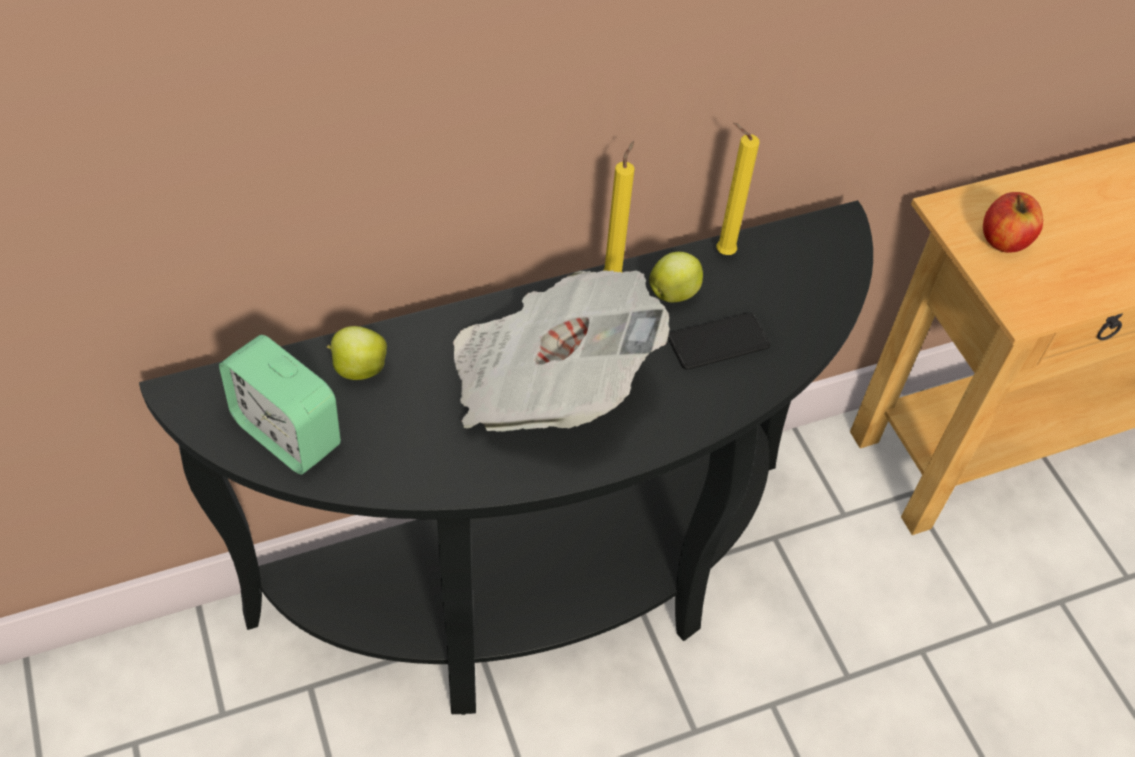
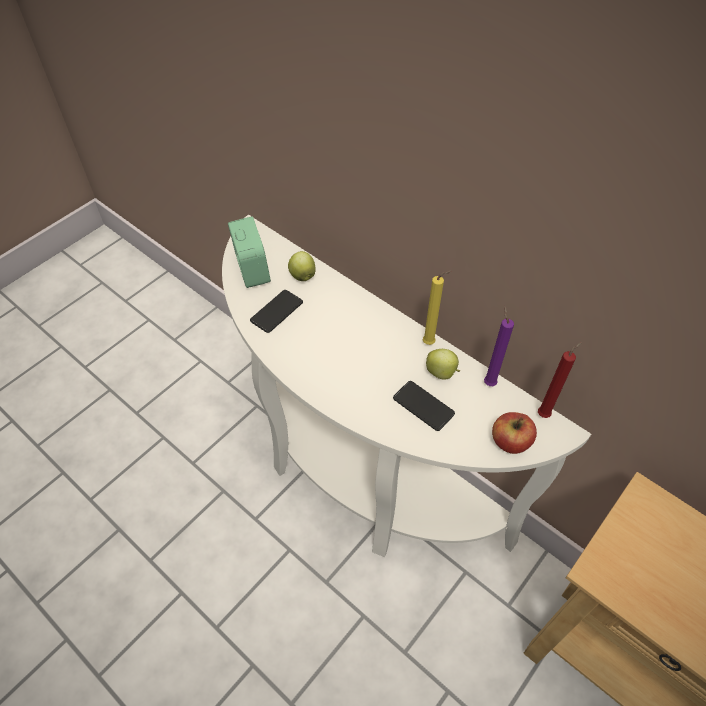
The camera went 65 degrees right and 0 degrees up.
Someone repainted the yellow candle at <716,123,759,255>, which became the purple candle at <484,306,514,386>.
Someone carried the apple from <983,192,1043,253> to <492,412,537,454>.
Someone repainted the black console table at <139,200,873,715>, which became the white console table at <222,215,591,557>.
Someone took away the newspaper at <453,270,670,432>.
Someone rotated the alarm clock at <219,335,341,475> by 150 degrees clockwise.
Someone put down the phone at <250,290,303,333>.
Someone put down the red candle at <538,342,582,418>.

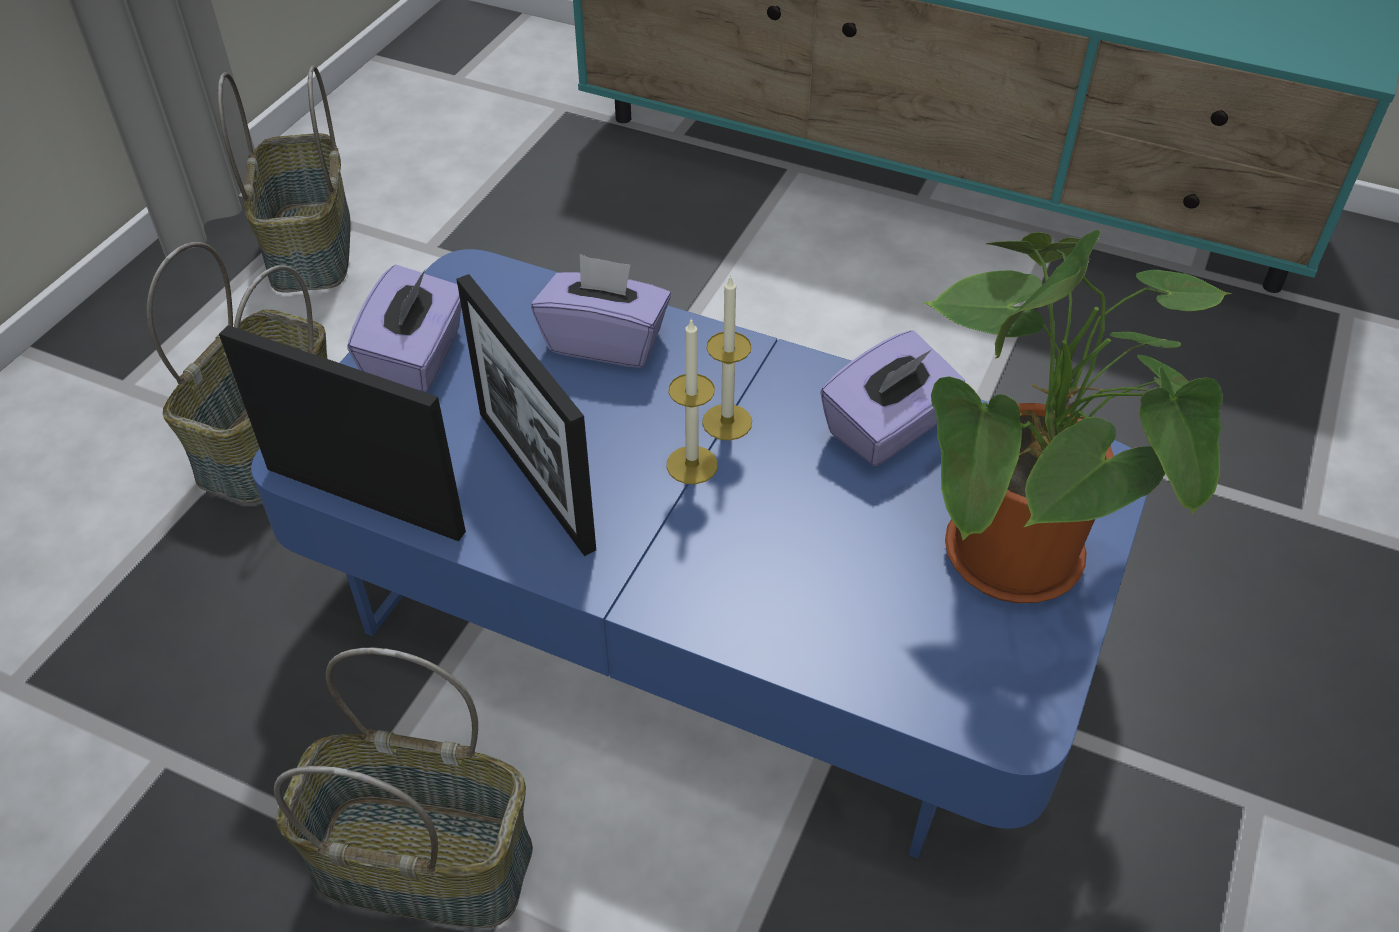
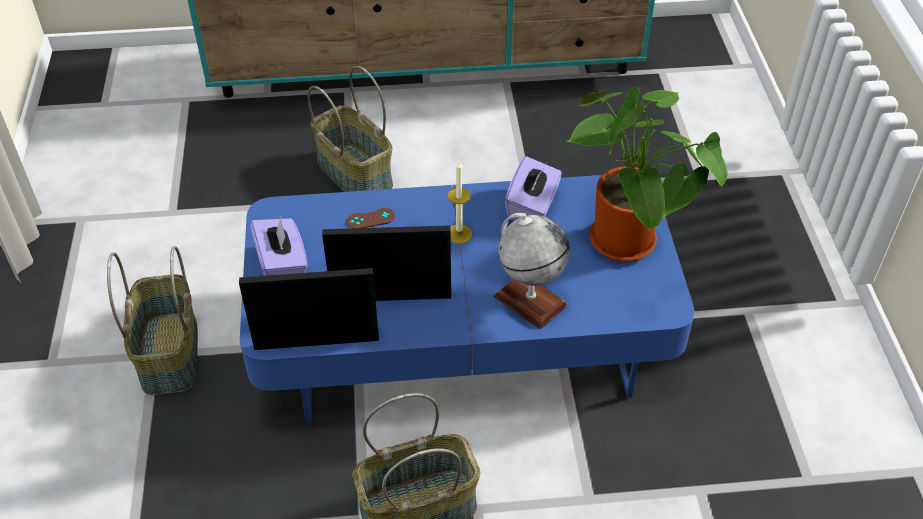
The camera went 30 degrees left and 0 degrees up.
Someone carried the basket from <218,66,351,293> to <308,66,393,192>.
Someone swapped the purple tissue box at <531,254,671,368> for the brown game controller at <347,208,395,228>.
Someone rotated the picture frame at <457,274,596,556> by 150 degrees clockwise.
Someone took away the candle at <666,318,718,484>.
Someone put down the globe at <494,213,570,329>.

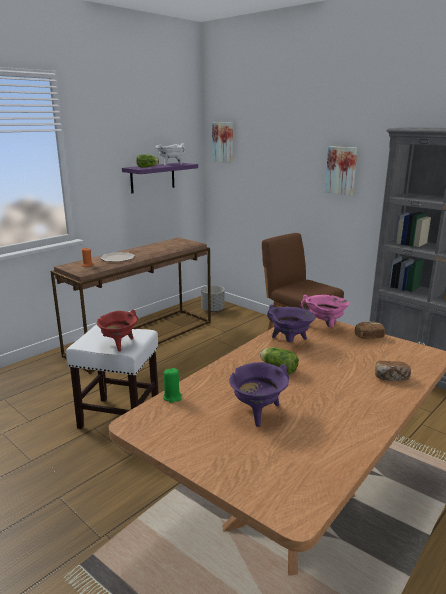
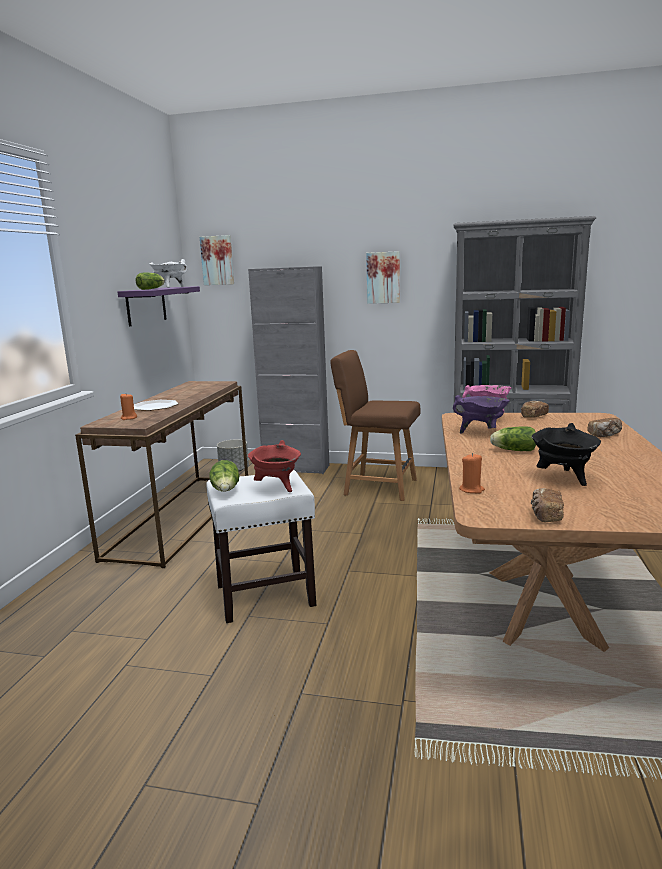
The camera went 30 degrees left and 5 degrees down.
Someone repainted the purple cooking pot at <229,362,289,427>, which became the black cooking pot at <531,423,601,486>.
Someone repainted the green candle at <163,368,182,403>, which became the orange candle at <459,453,485,494>.
Someone put down the grey cabinet at <248,266,329,474>.
Someone put down the lettuce at <209,460,239,492>.
Someone put down the bread at <531,488,564,522>.

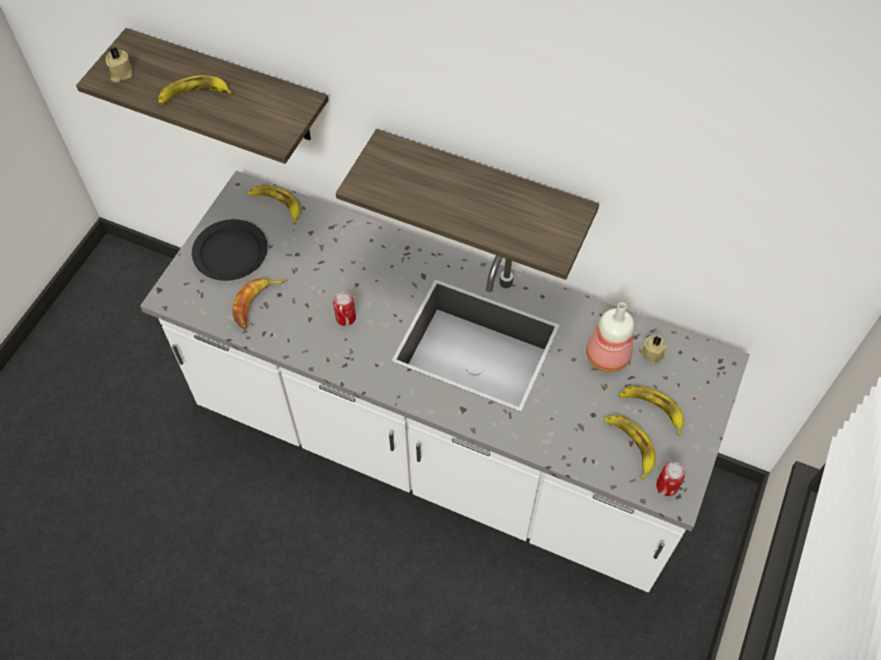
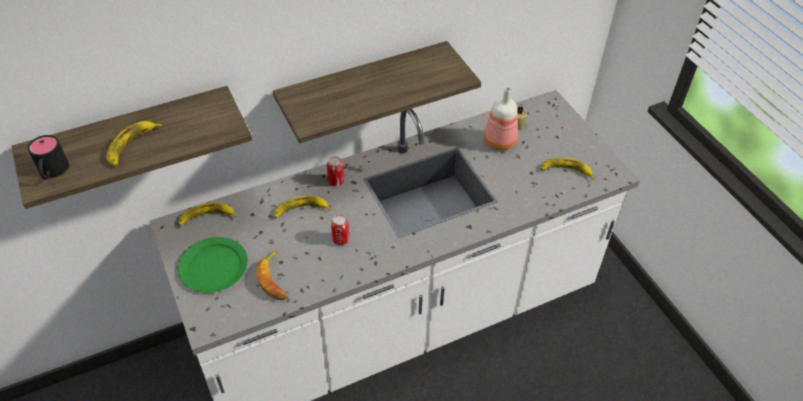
The camera went 50 degrees left and 10 degrees down.
Someone swapped the beige candle at <106,47,132,83> for the black mug at <28,135,69,180>.
Someone repainted the black plate at <192,219,268,281>, which became the green plate at <178,237,248,293>.
Someone carried the banana from <619,386,684,436> to <274,195,331,218>.
Someone carried the can from <656,462,685,496> to <327,156,344,186>.

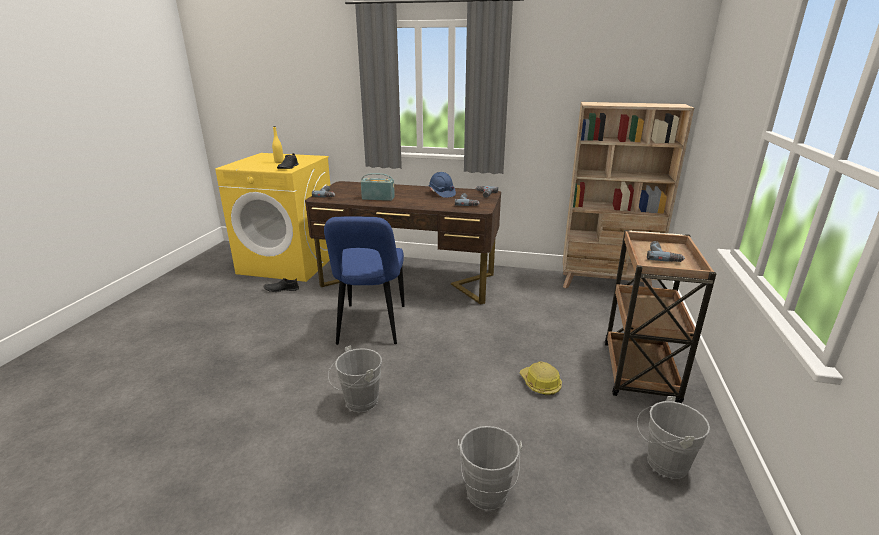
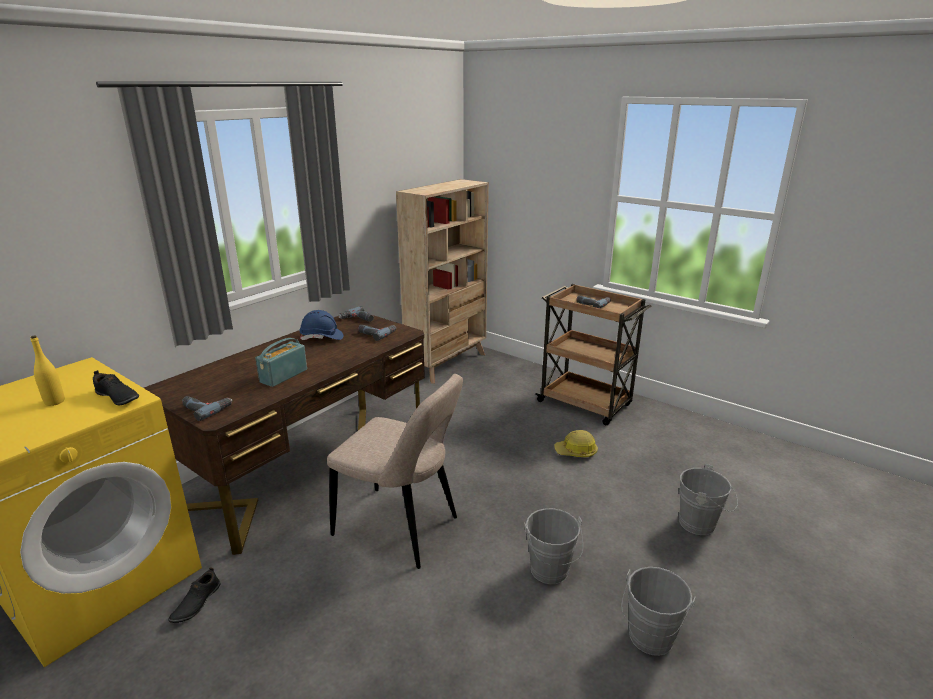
The camera went 65 degrees left and 0 degrees up.
Someone repainted the blue chair at <324,216,405,345>, which became the beige chair at <327,374,463,569>.
Someone carried the grey bucket from <637,396,710,479> to <621,567,696,656>.

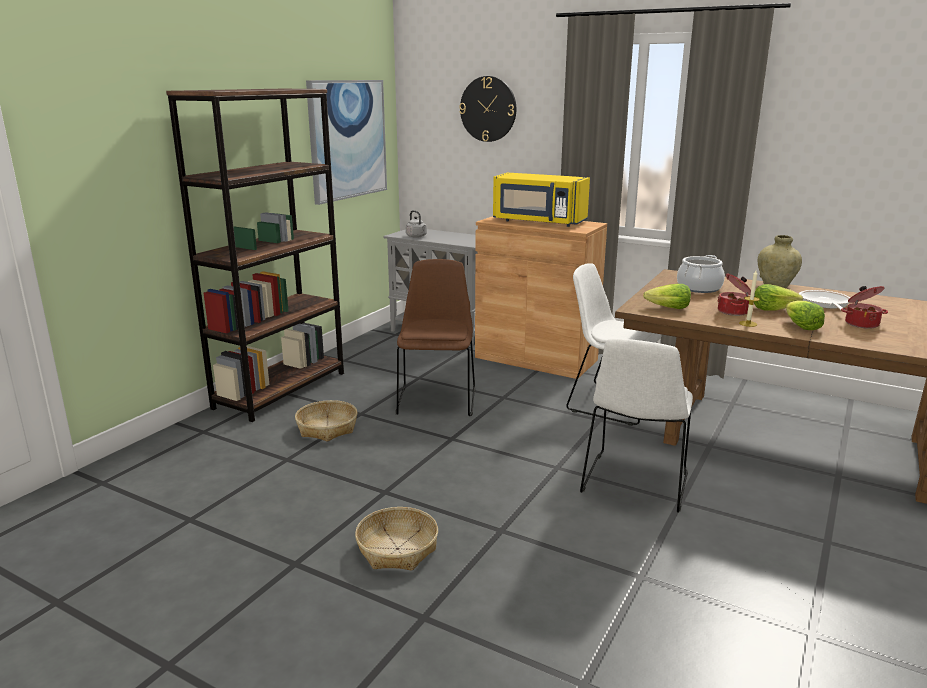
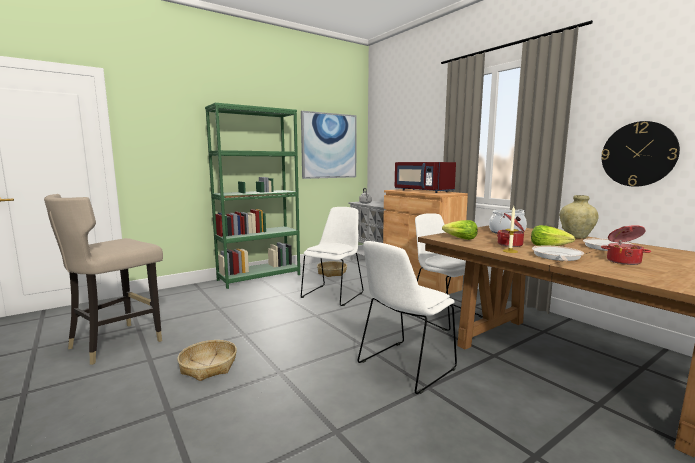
The camera went 25 degrees right and 10 degrees down.
Someone carried the wall clock from <459,76,516,142> to <601,121,680,187>.
Someone repainted the brown bookcase at <166,89,344,422>, which became the green bookcase at <205,103,300,289>.
Someone repainted the yellow microwave at <493,173,590,227>, which became the red microwave at <395,162,456,193>.
Someone repainted the brown chair at <395,259,475,416>, which became the white chair at <301,207,363,306>.
Someone swapped the lettuce at <786,301,825,330> for the frying pan at <532,245,584,261>.
Someone carried the basket from <295,400,357,442> to <317,261,347,277>.
Someone put down the beige stool at <44,194,163,365>.

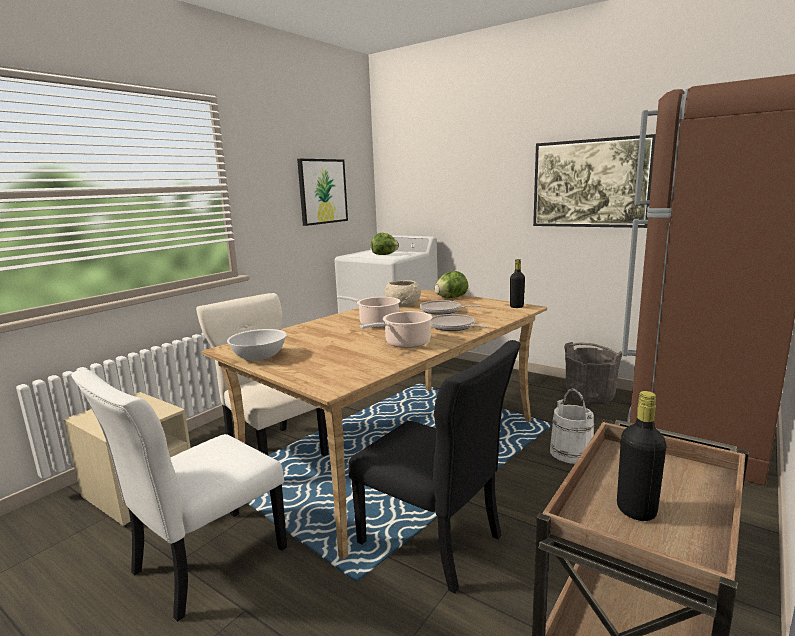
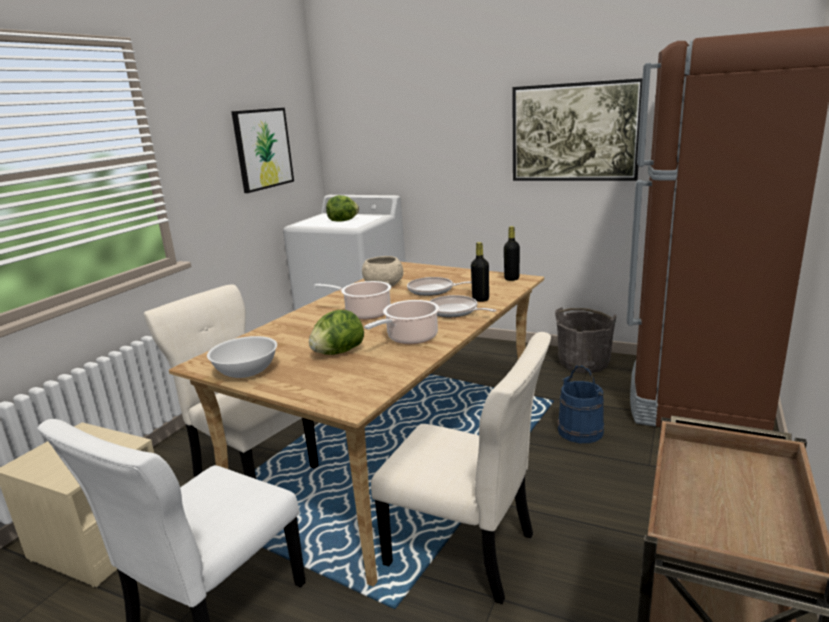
The camera went 10 degrees left and 5 degrees up.
Someone carried the lettuce from <435,271,468,298> to <309,310,364,355>.
Someone repainted the black chair at <348,340,521,594>, which became the beige chair at <371,332,551,604>.
Someone repainted the white bucket at <550,389,594,464>, which became the blue bucket at <557,365,604,443>.
Someone carried the black bottle from <617,391,666,521> to <471,242,489,302>.

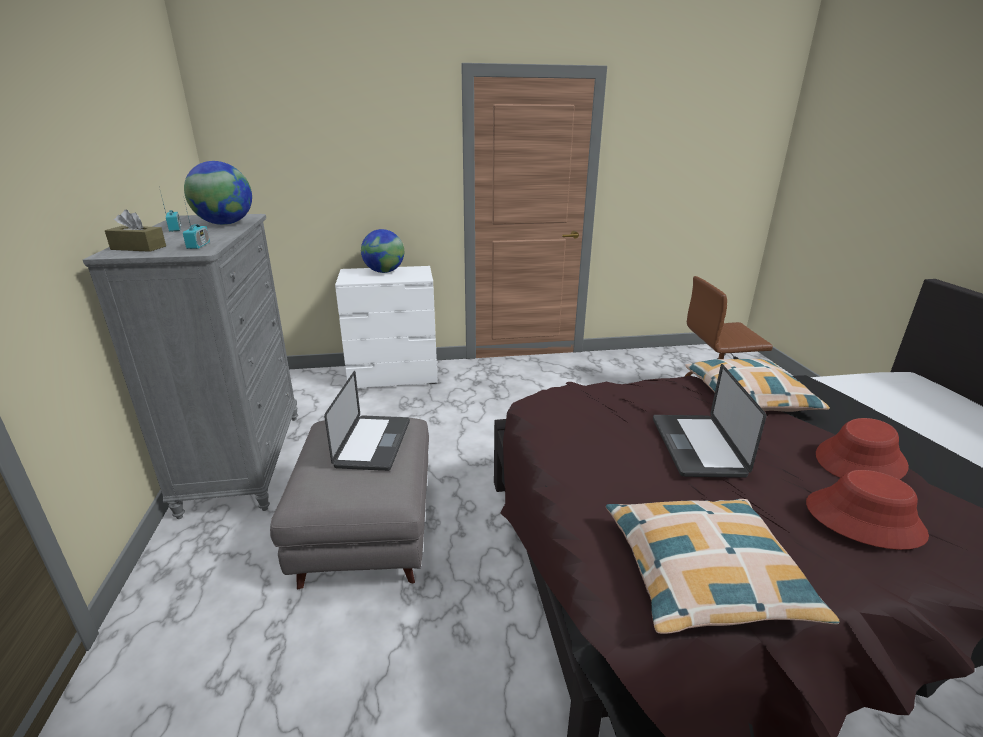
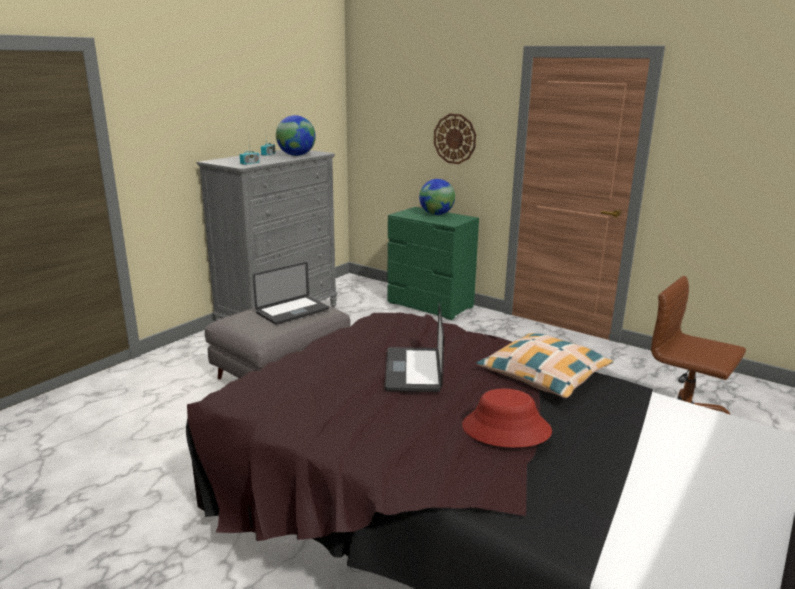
The camera went 45 degrees right and 5 degrees down.
Someone took away the brown tissue box at <105,209,166,252>.
Someone repainted the white dresser at <335,266,438,388>, which became the green dresser at <387,207,479,320>.
Someone rotated the laptop at <653,364,766,478> by 45 degrees counterclockwise.
Someone took away the red hat at <806,470,929,550>.
Someone took away the pillow at <606,499,840,634>.
Someone put up the wall clock at <434,114,476,164>.

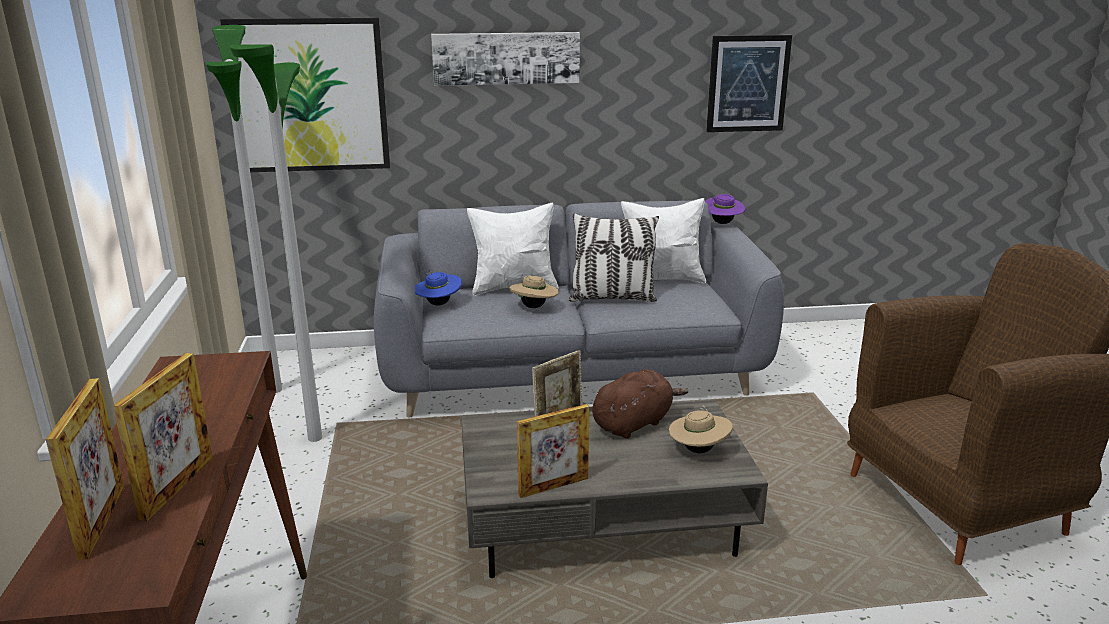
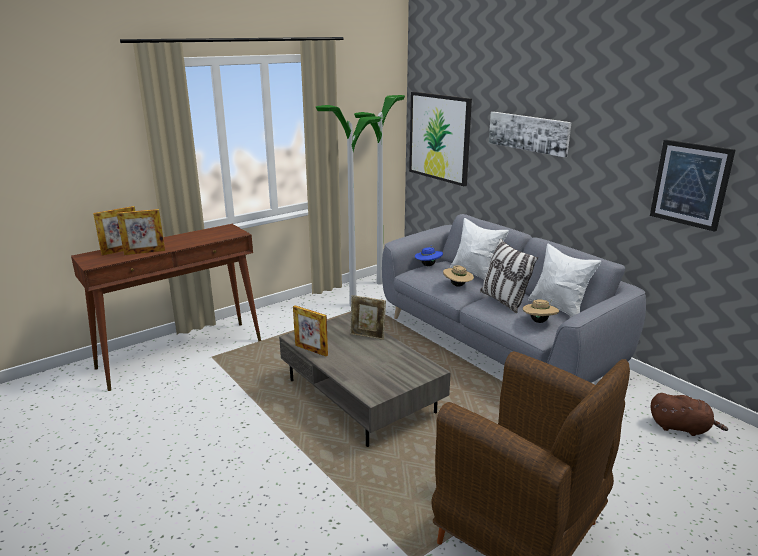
The camera went 60 degrees right and 0 degrees up.
Someone took away the purple hat at <705,194,745,224>.
Someone carried the brown plush toy from <592,369,688,439> to <651,393,728,436>.
Someone carried the beige hat from <669,405,732,453> to <523,299,559,323>.

